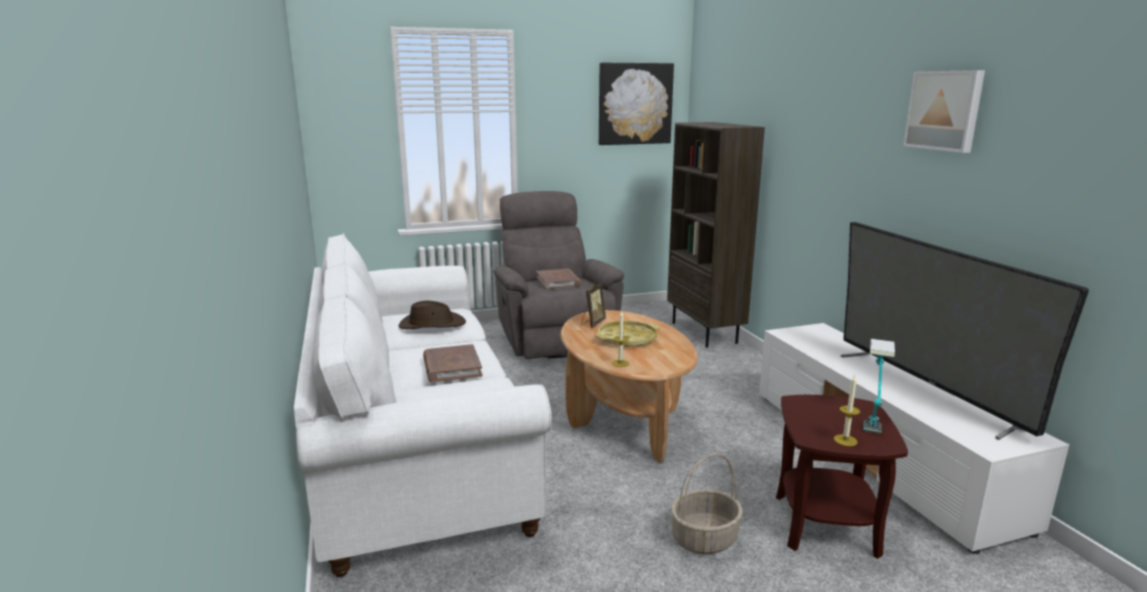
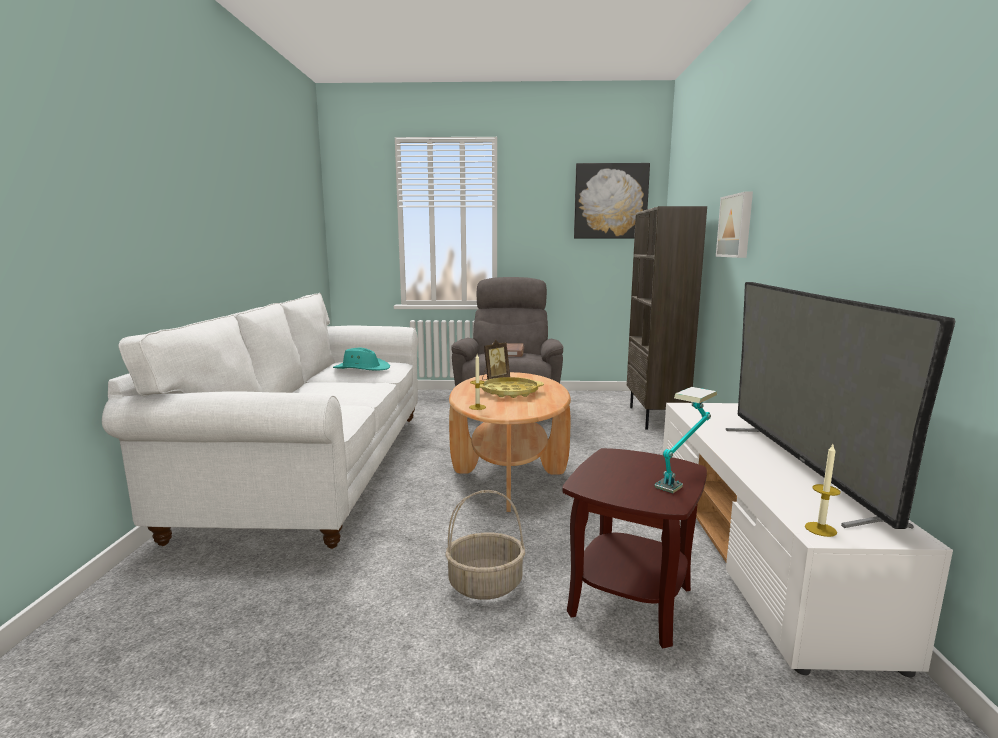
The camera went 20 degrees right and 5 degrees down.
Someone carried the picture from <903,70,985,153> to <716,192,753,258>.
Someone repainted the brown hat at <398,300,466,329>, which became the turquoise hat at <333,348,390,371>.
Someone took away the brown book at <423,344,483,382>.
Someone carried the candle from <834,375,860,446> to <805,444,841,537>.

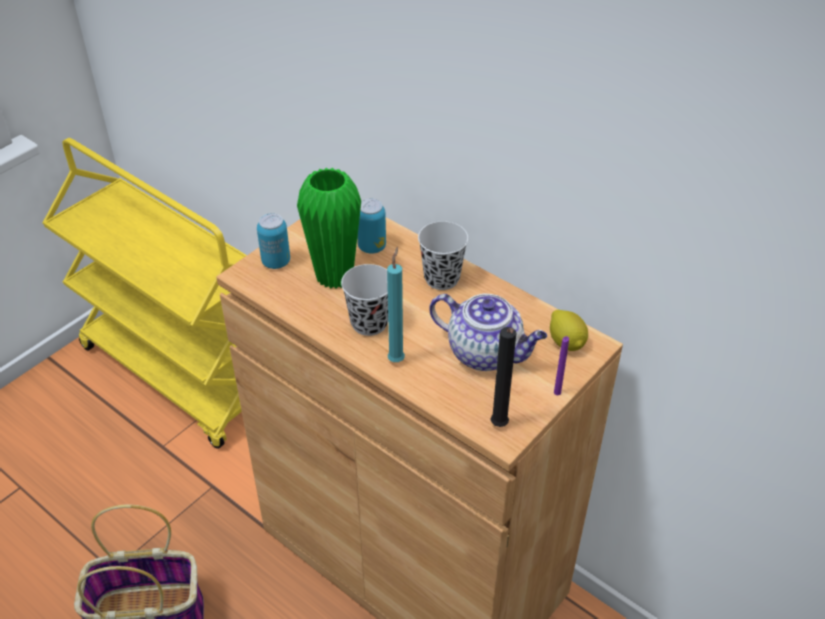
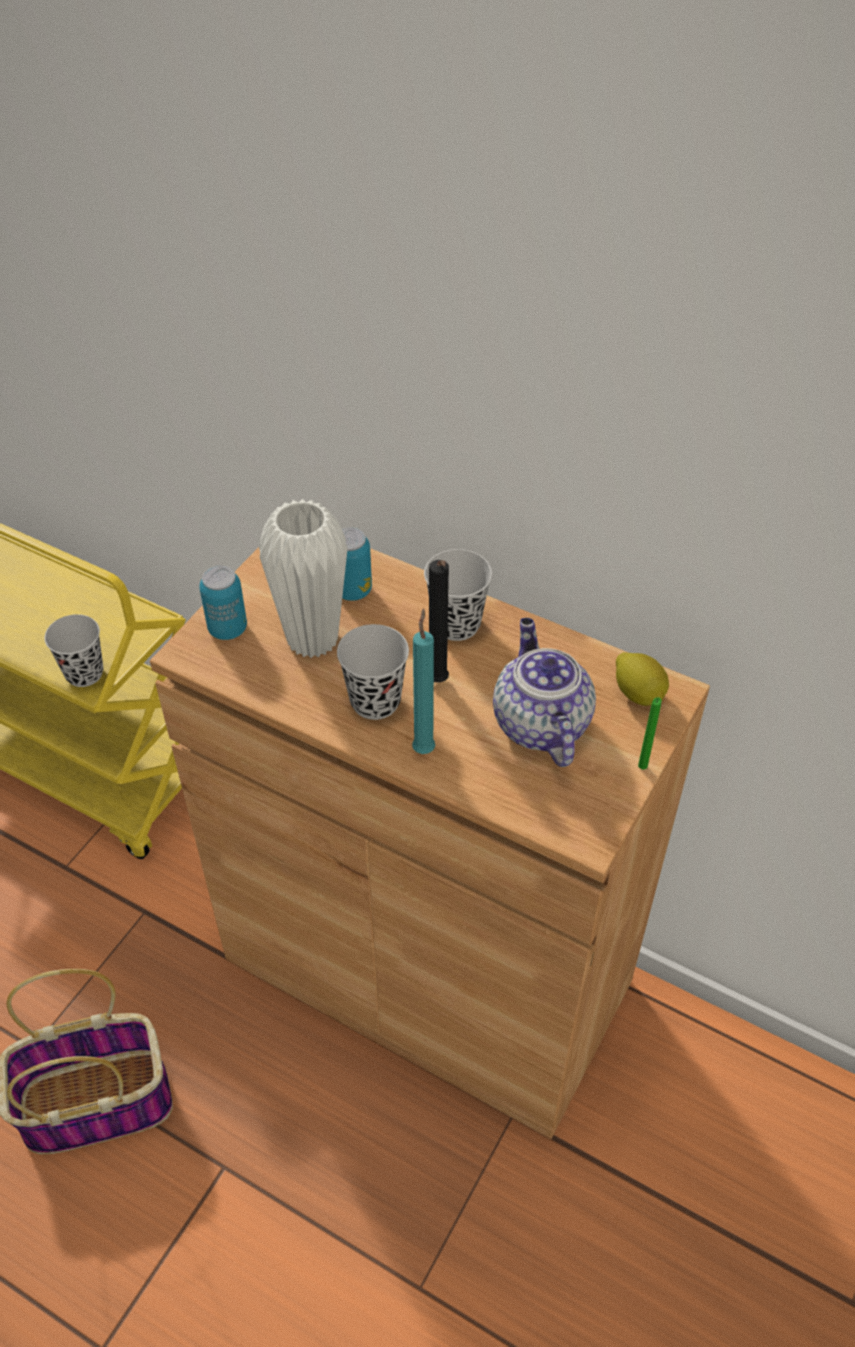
The camera went 10 degrees left and 5 degrees up.
Someone repainted the green vase at <297,168,361,289>, which became the white vase at <259,499,348,658>.
Someone rotated the teapot at <429,294,547,371> by 120 degrees counterclockwise.
Someone carried the black candle from <490,327,516,427> to <429,560,449,683>.
Someone repainted the purple candle at <554,336,569,395>, which became the green candle at <638,697,662,770>.
Someone put down the black cup at <44,614,103,687>.

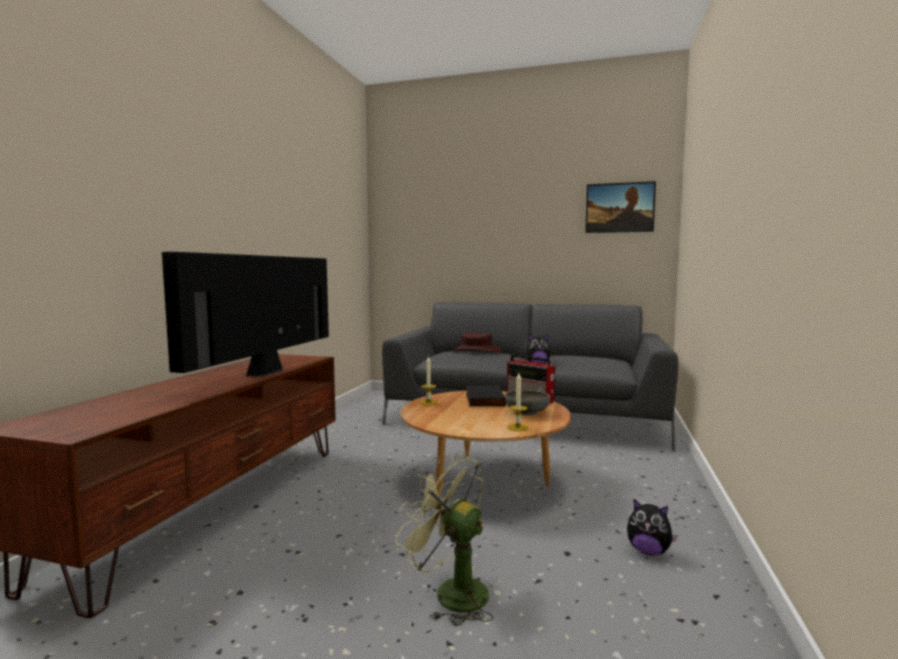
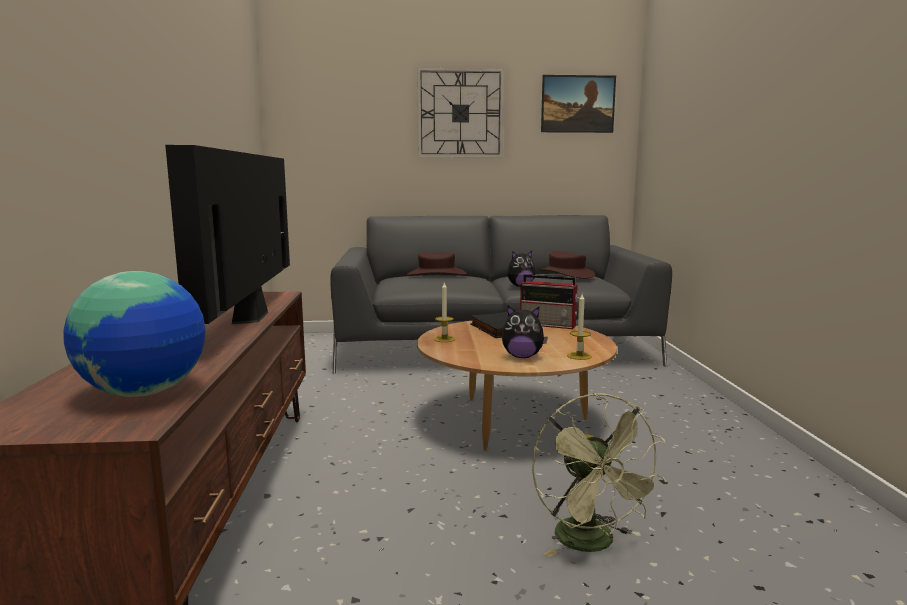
The camera went 20 degrees left and 5 degrees up.
Someone took away the grey bowl at <505,390,550,415>.
Someone rotated the green fan at <396,454,493,626> by 120 degrees counterclockwise.
Someone carried the plush toy from <627,499,678,556> to <502,306,548,358>.
Someone put up the wall clock at <417,67,504,158>.
Someone put down the brown hat at <539,251,595,279>.
Someone put down the globe at <63,271,205,397>.

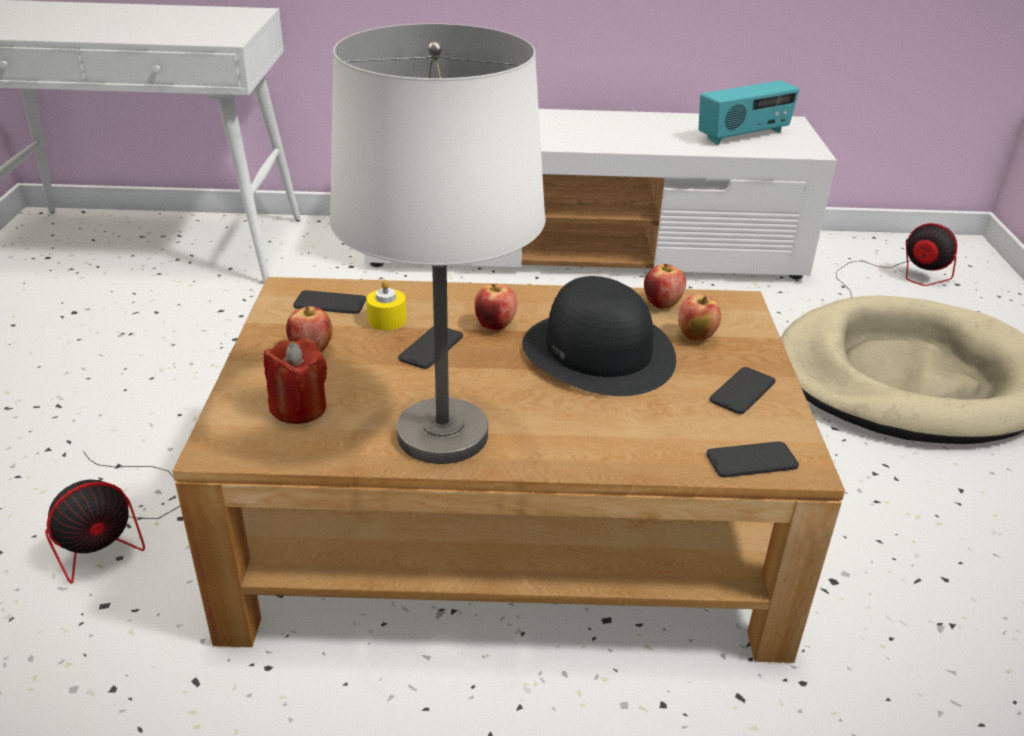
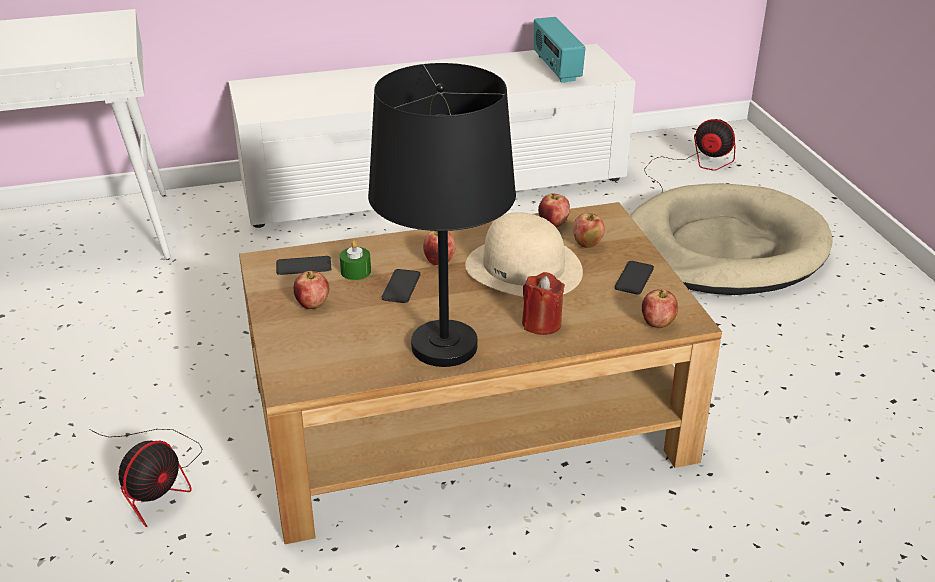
The camera went 15 degrees left and 0 degrees up.
Someone repainted the white table lamp at <330,23,546,464>, which became the black table lamp at <368,63,516,367>.
Someone rotated the radio at <698,80,799,145> by 120 degrees clockwise.
Someone repainted the black hat at <522,276,676,396>, which became the beige hat at <465,212,583,297>.
Someone repainted the yellow candle at <366,279,406,330>, which became the green candle at <340,241,371,280>.
Someone carried the red candle from <264,338,327,424> to <522,272,565,335>.
Someone swapped the phone at <706,441,799,477> for the apple at <642,289,678,328>.

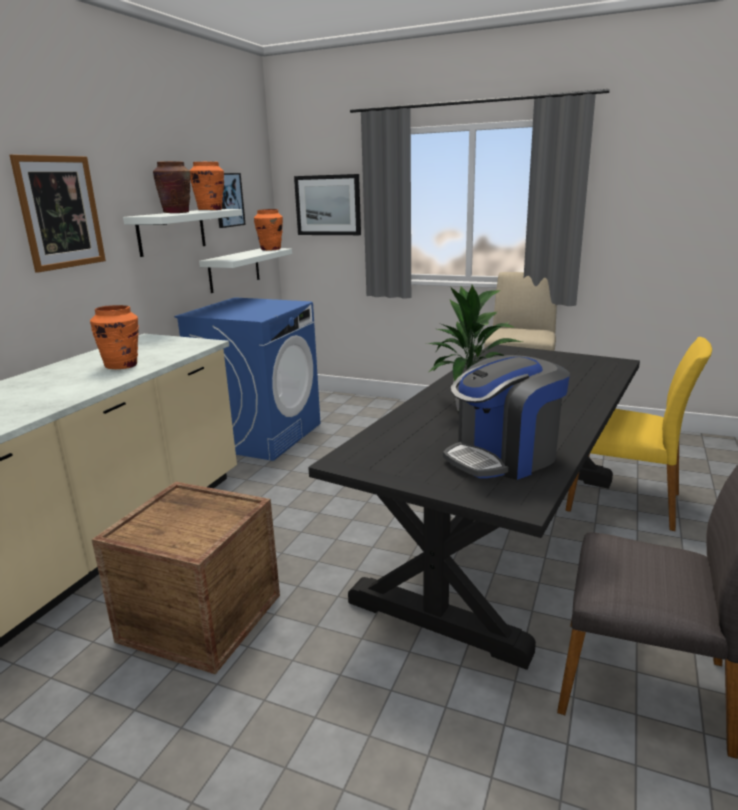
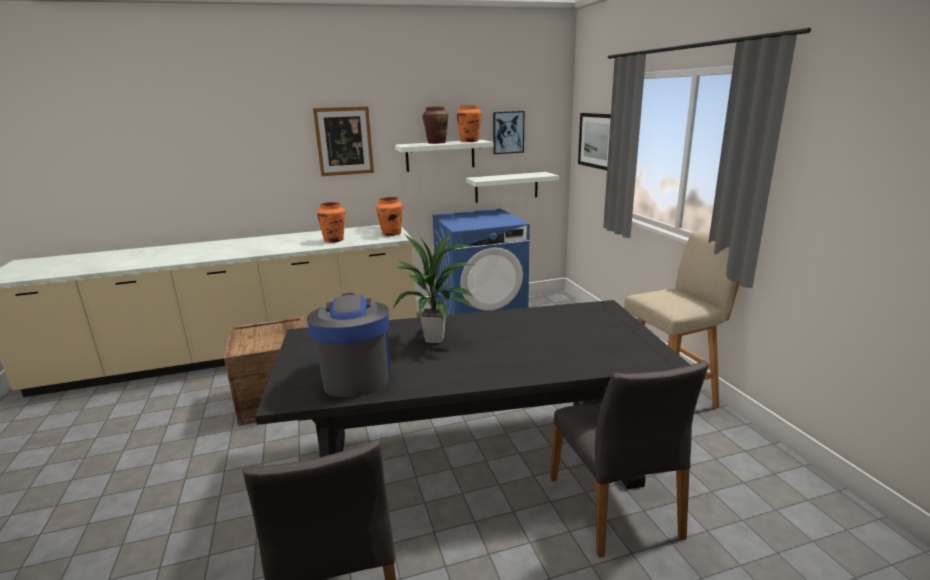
The camera went 50 degrees right and 0 degrees up.
Someone carried the orange vase from <254,209,283,251> to <376,197,403,236>.
Someone repainted the yellow chair at <565,337,712,531>, which became the grey chair at <550,360,709,558>.
Someone rotated the coffee machine at <443,355,570,480> by 60 degrees clockwise.

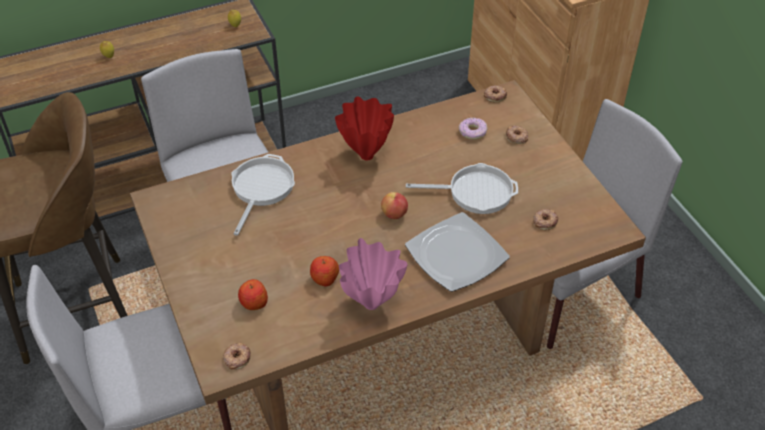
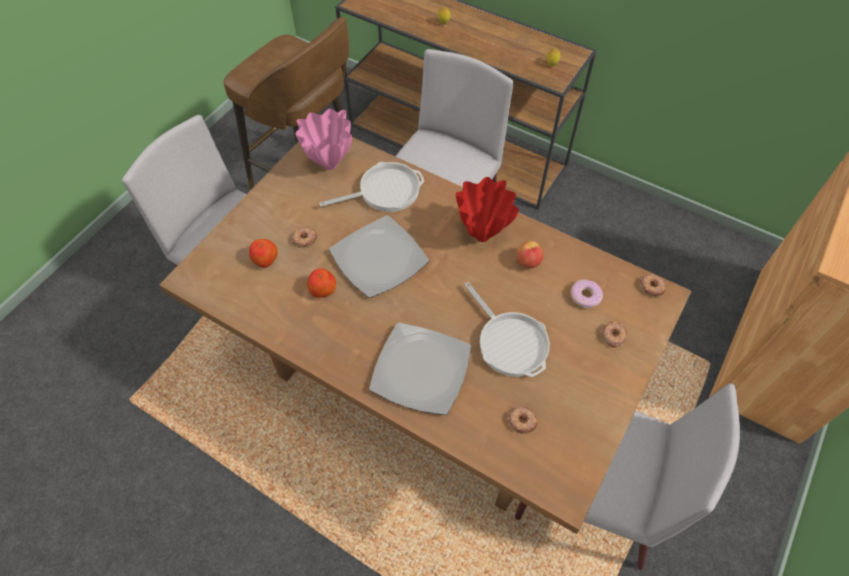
The camera went 55 degrees right and 10 degrees up.
Someone carried the apple from <381,192,408,219> to <517,241,544,268>.
Someone carried the pink vase from <339,238,407,310> to <295,109,352,170>.
Someone carried the donut from <223,343,251,370> to <292,227,317,248>.
Someone put down the plate at <329,215,429,298>.

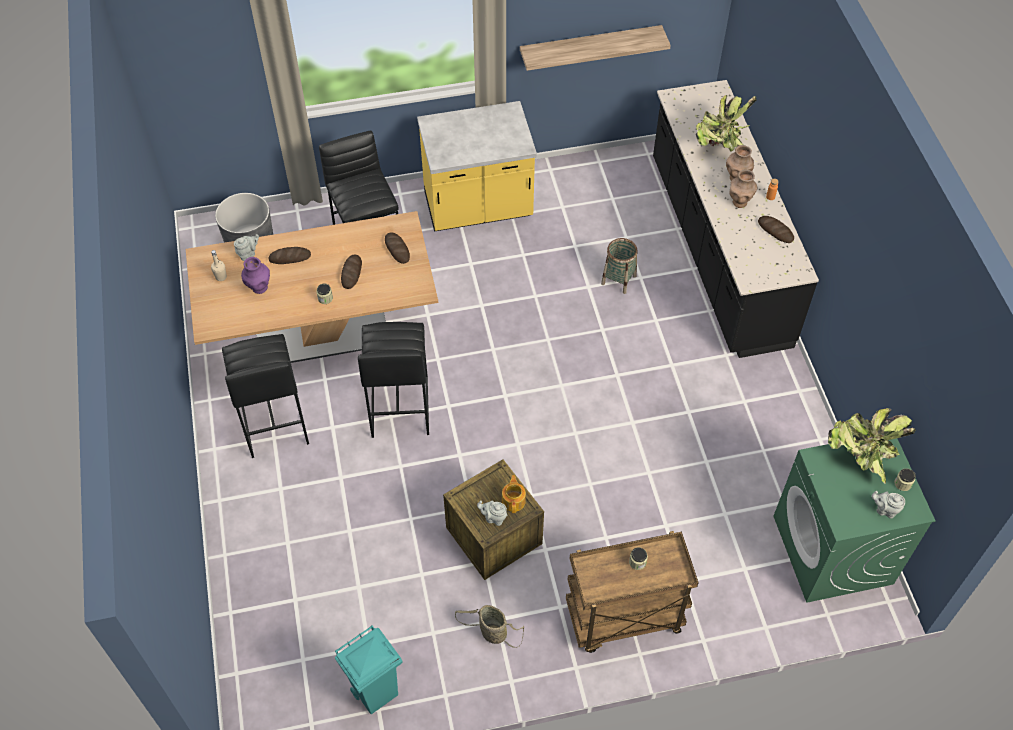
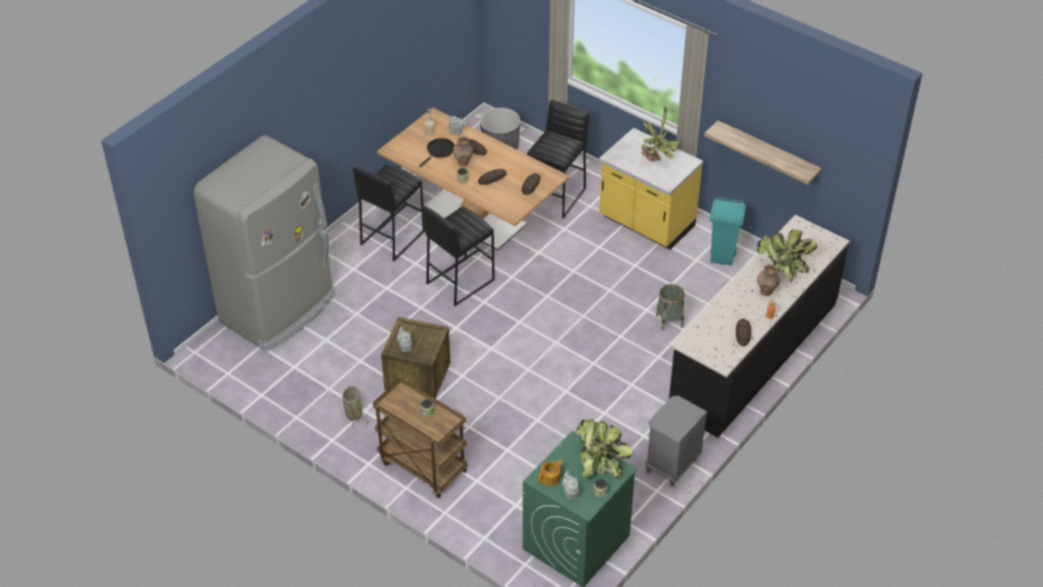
The camera went 50 degrees right and 10 degrees down.
Someone carried the brown vase from <730,170,757,208> to <453,137,473,166>.
Someone swapped the purple vase at <241,257,270,294> for the black frying pan at <419,138,455,167>.
Someone carried the teapot from <502,475,526,513> to <538,459,563,486>.
Someone carried the turquoise trash can from <335,625,403,714> to <709,197,746,266>.
Someone put down the potted plant at <641,107,682,162>.
Someone put down the grey fridge at <194,135,335,352>.
Someone put down the grey nightstand at <645,396,707,487>.

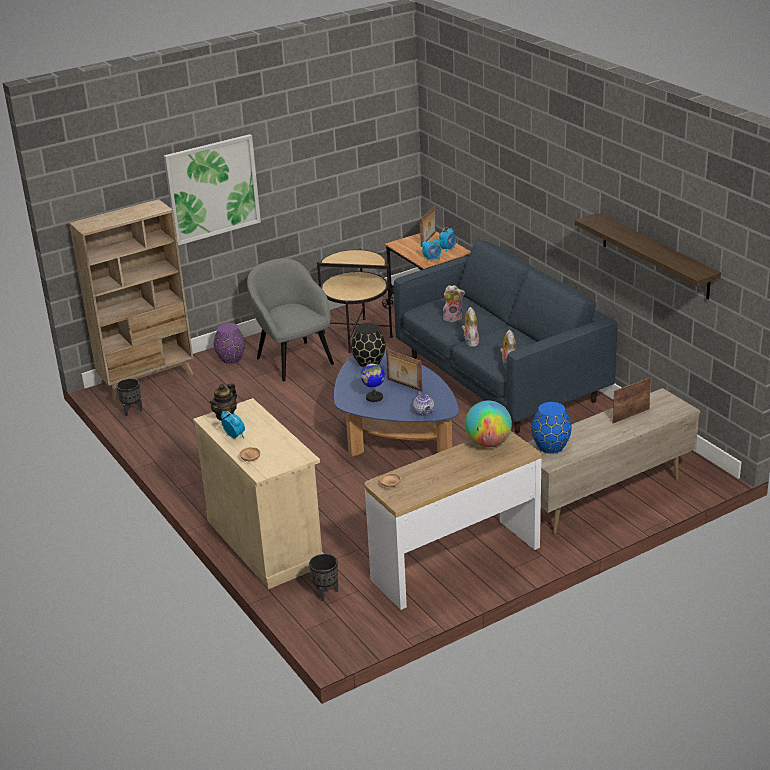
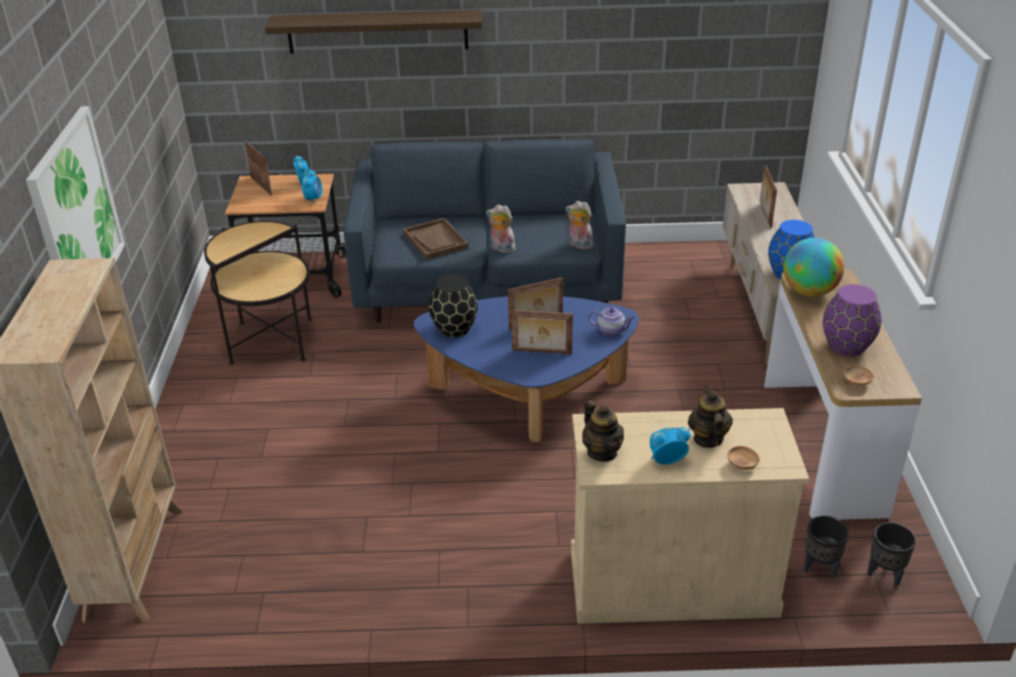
The camera went 60 degrees left and 5 degrees up.
Someone carried the shelf from <575,213,721,300> to <265,10,482,54>.
Someone took away the grey armchair at <247,258,334,381>.
Someone swapped the plush toy at <443,285,465,322> for the brown tray at <403,218,468,260>.
Someone carried the purple vase from <214,323,245,364> to <823,284,881,356>.
Someone swapped the globe at <361,360,385,402> for the picture frame at <511,310,573,354>.
Someone carried the black planter from <116,379,143,416> to <867,522,916,586>.
Someone put down the teapot at <688,386,733,448>.

